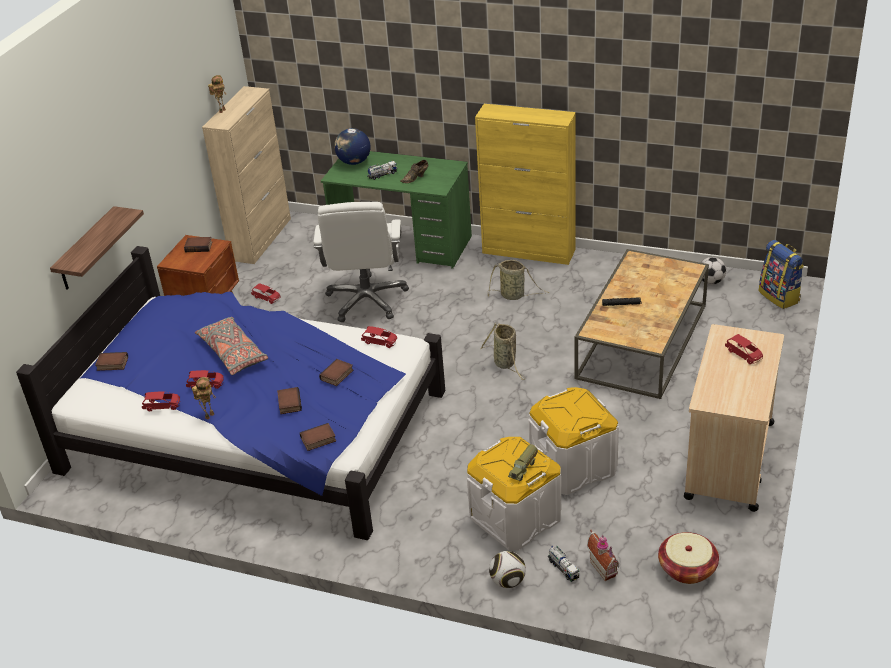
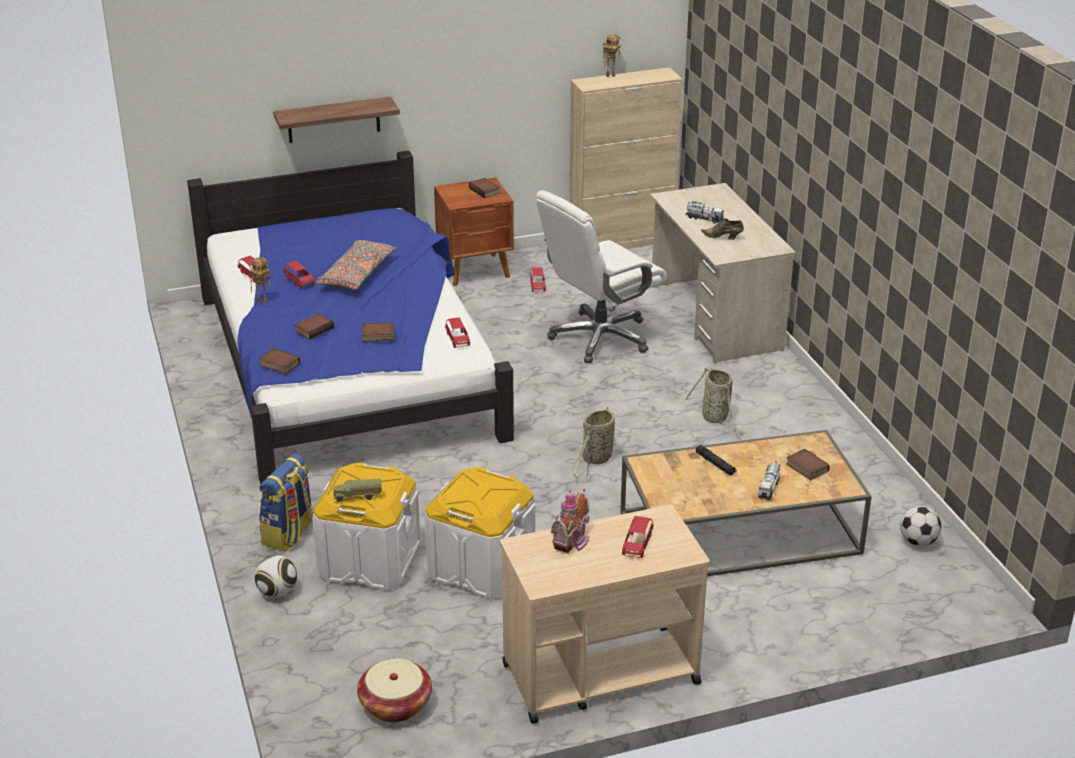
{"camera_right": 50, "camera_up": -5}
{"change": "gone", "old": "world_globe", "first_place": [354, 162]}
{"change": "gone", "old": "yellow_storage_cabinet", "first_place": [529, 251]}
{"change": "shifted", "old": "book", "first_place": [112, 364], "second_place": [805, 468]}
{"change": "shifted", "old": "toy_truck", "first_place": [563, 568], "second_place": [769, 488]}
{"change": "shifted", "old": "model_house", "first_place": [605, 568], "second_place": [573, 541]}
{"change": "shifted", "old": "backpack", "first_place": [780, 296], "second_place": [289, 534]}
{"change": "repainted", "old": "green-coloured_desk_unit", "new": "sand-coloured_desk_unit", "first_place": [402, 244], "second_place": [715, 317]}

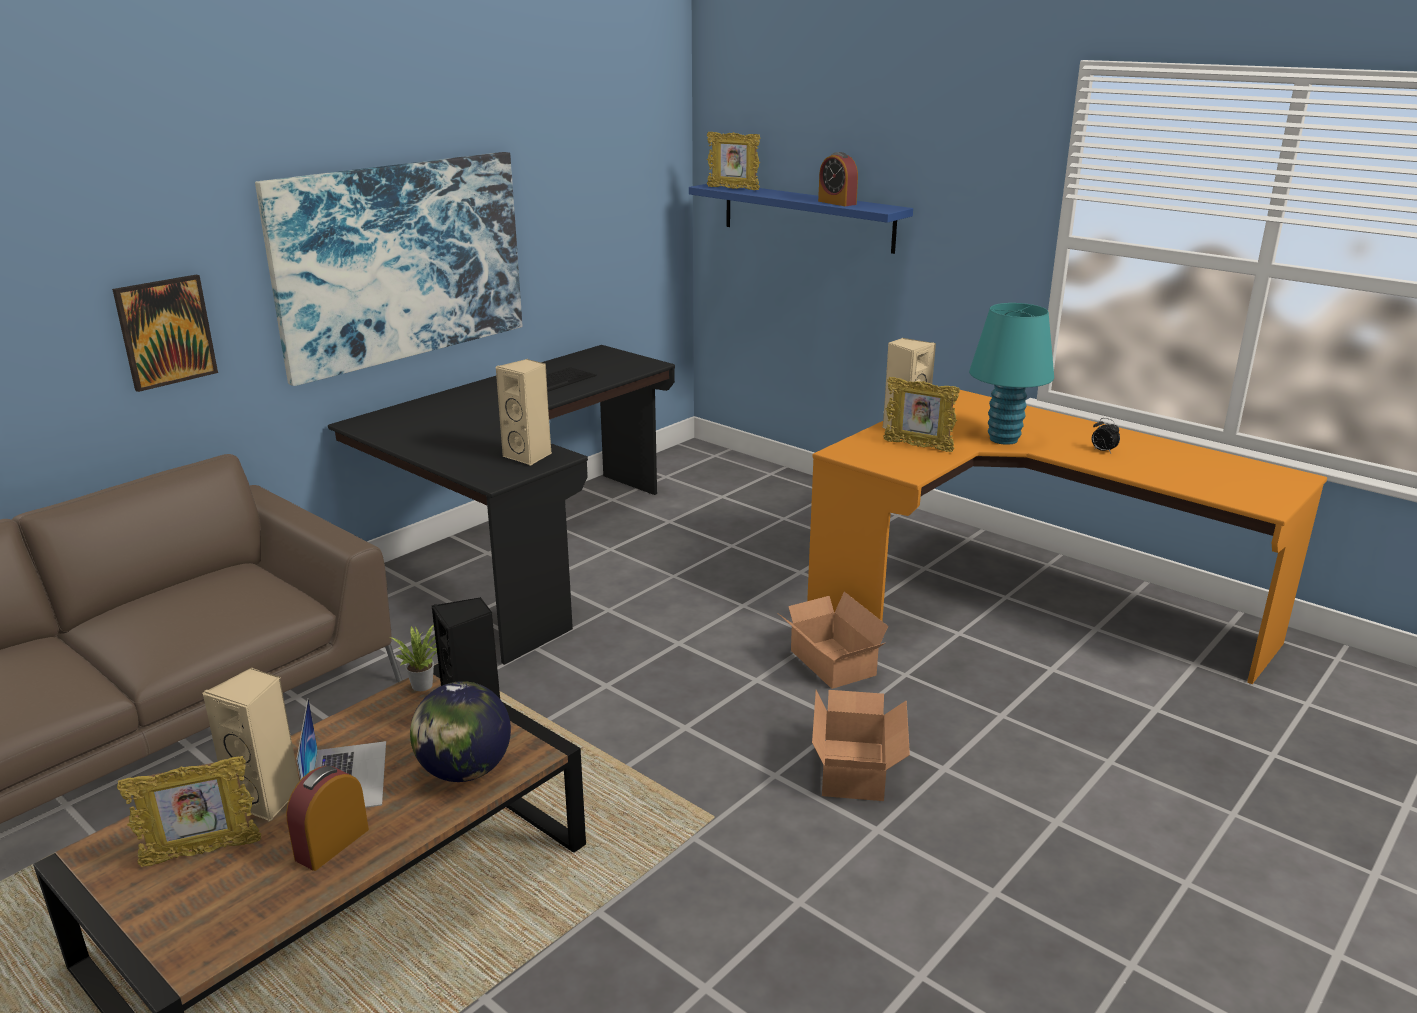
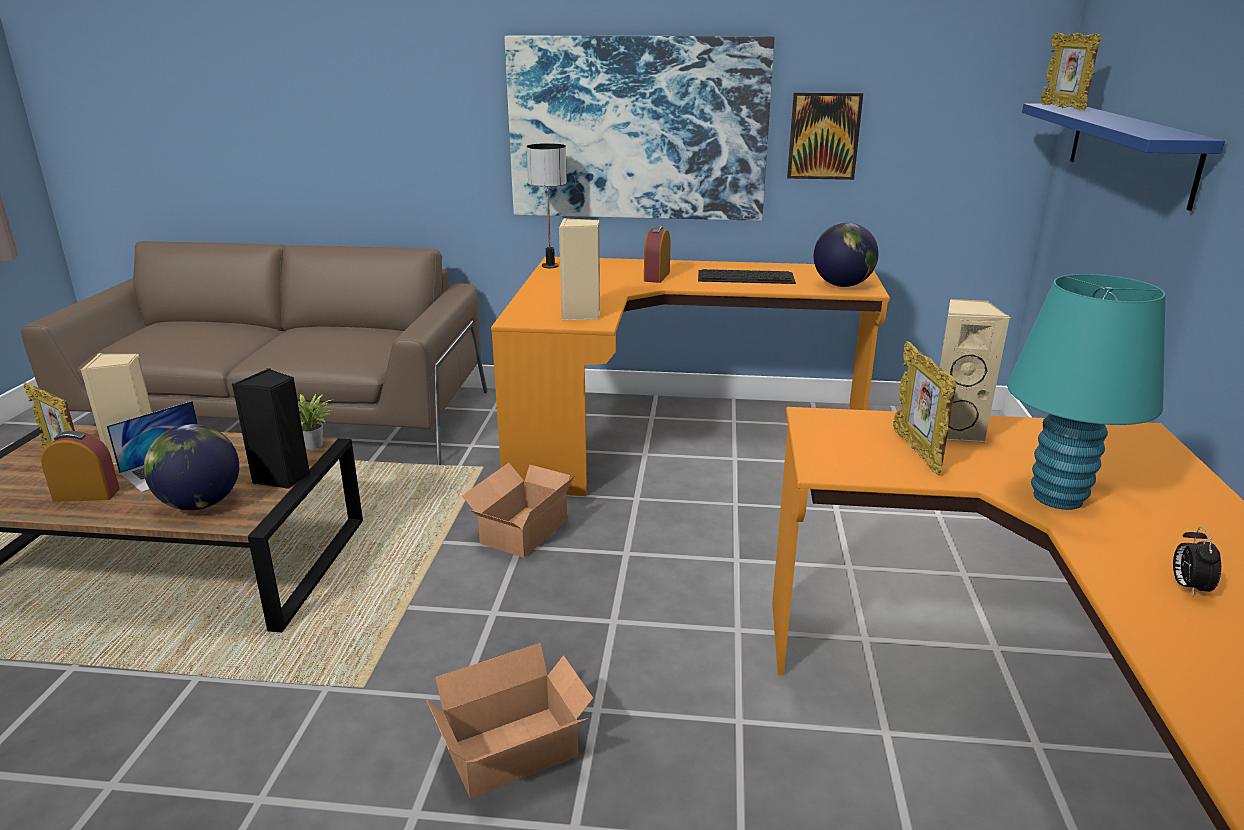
{"camera_right": 55, "camera_up": 0}
{"change": "new", "new": "table_lamp", "second_place": [550, 266]}
{"change": "new", "new": "world_globe", "second_place": [842, 285]}
{"change": "shifted", "old": "wall_picture", "first_place": [165, 332], "second_place": [824, 136]}
{"change": "shifted", "old": "carton", "first_place": [830, 665], "second_place": [520, 531]}
{"change": "shifted", "old": "table_clock", "first_place": [837, 203], "second_place": [657, 276]}
{"change": "repainted", "old": "black_desk_unit", "new": "orange-coloured_desk_unit", "first_place": [523, 554], "second_place": [670, 430]}

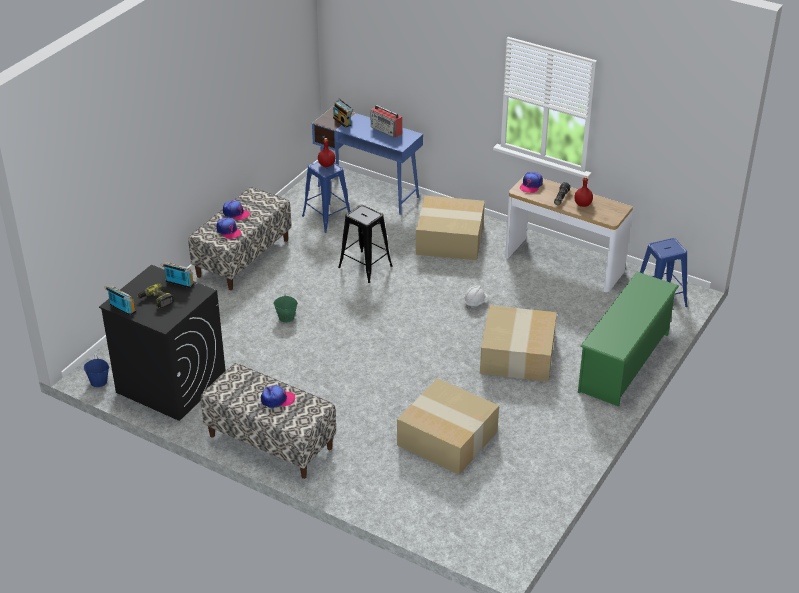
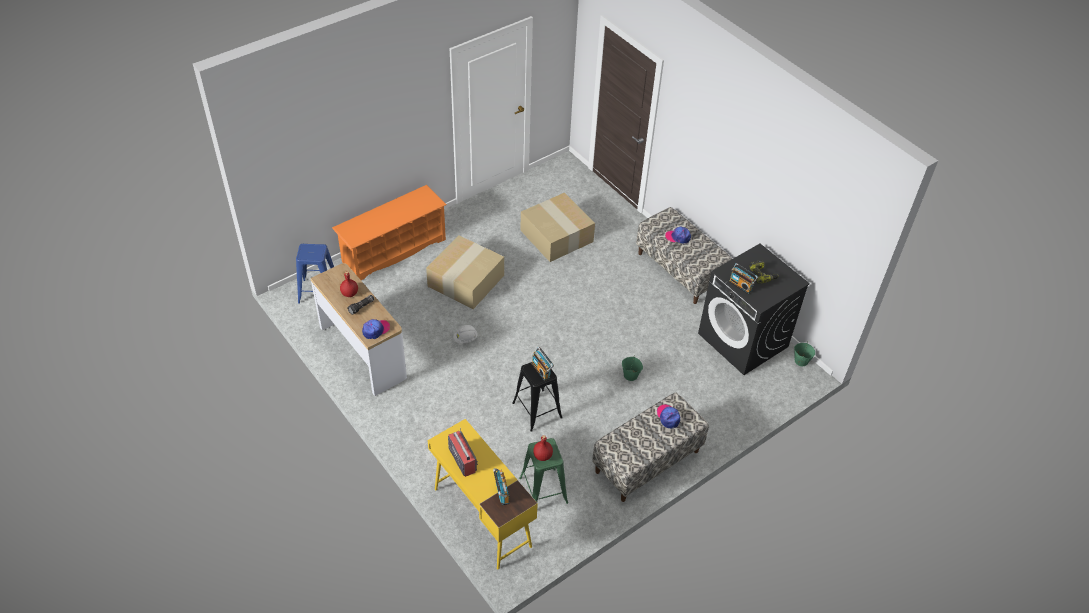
{"camera_right": -160, "camera_up": 10}
{"change": "gone", "old": "peaked_cap", "first_place": [235, 213]}
{"change": "gone", "old": "carton", "first_place": [451, 239]}
{"change": "shifted", "old": "radio", "first_place": [121, 309], "second_place": [542, 370]}
{"change": "repainted", "old": "blue-coloured_pail", "new": "green-coloured_pail", "first_place": [99, 382], "second_place": [801, 361]}
{"change": "repainted", "old": "blue-coloured_stool_seat", "new": "green-coloured_stool_seat", "first_place": [327, 218], "second_place": [543, 490]}
{"change": "repainted", "old": "blue-coloured_desk_unit", "new": "yellow_desk_unit", "first_place": [368, 191], "second_place": [482, 517]}
{"change": "repainted", "old": "green-coloured_shoe_stand", "new": "orange-coloured_shoe_stand", "first_place": [624, 362], "second_place": [393, 250]}

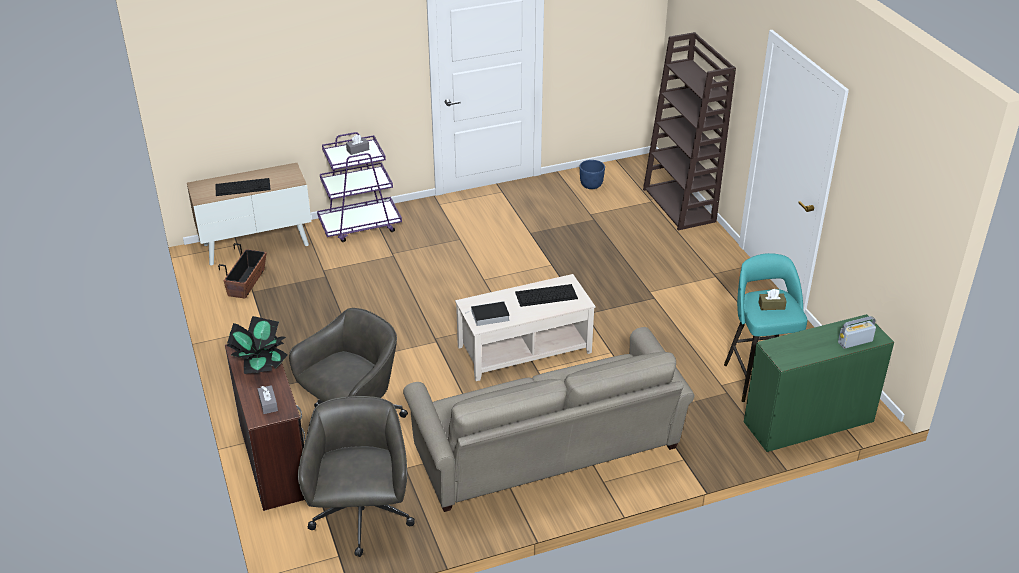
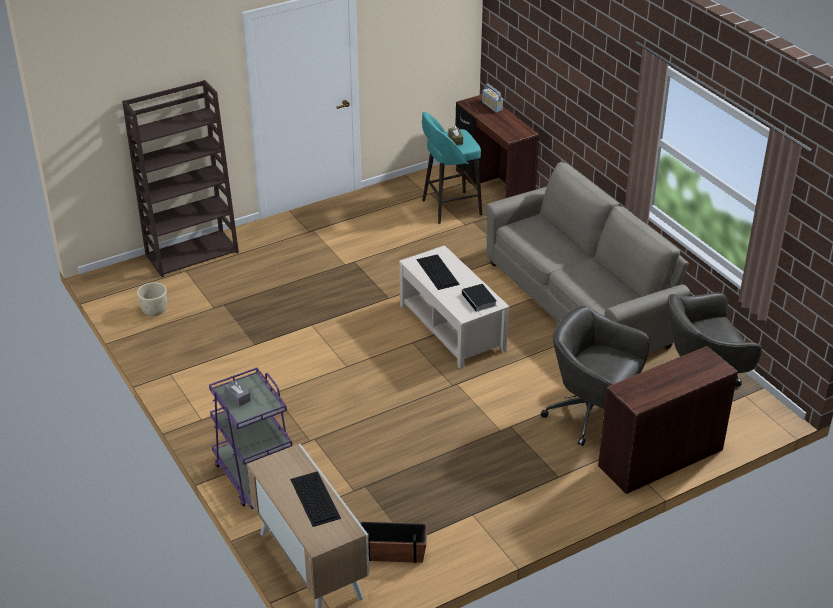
{"camera_right": -100, "camera_up": 0}
{"change": "gone", "old": "plant_in_a_pot", "first_place": [260, 364]}
{"change": "gone", "old": "grey_tissue_box", "first_place": [268, 404]}
{"change": "repainted", "old": "blue-coloured_plant_pot", "new": "sand-coloured_plant_pot", "first_place": [591, 185], "second_place": [154, 311]}
{"change": "repainted", "old": "green-coloured_desk_unit", "new": "brownish_desk_unit", "first_place": [807, 421], "second_place": [493, 188]}

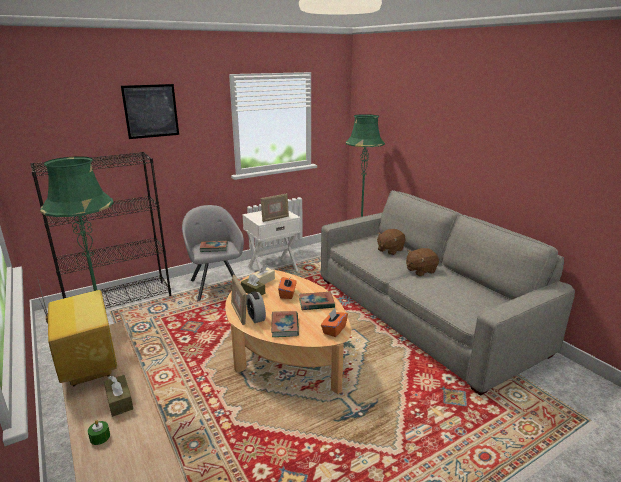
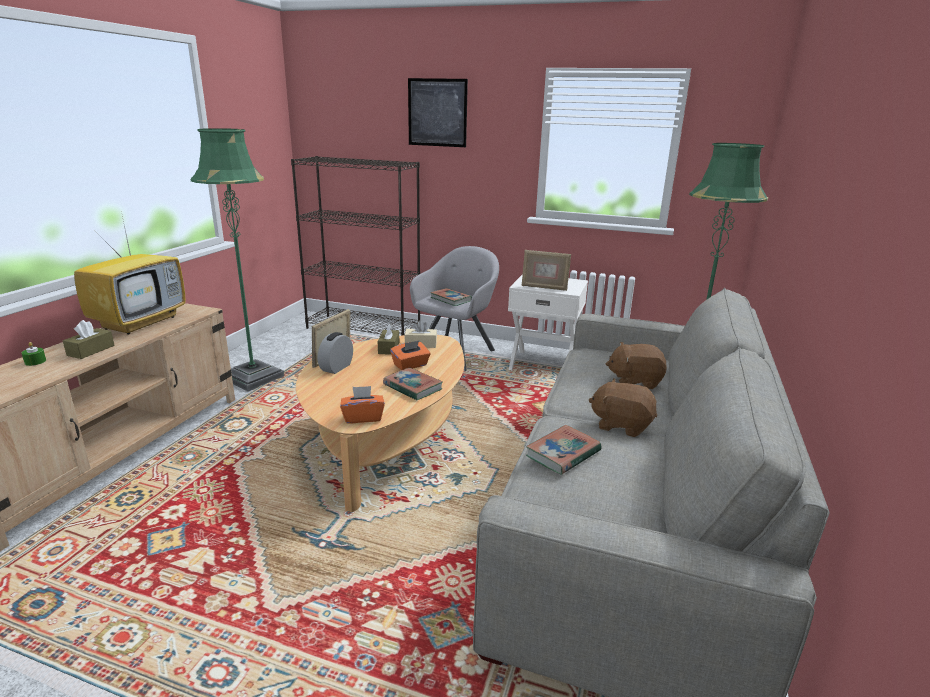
{"camera_right": 50, "camera_up": 0}
{"change": "shifted", "old": "book", "first_place": [285, 326], "second_place": [563, 453]}

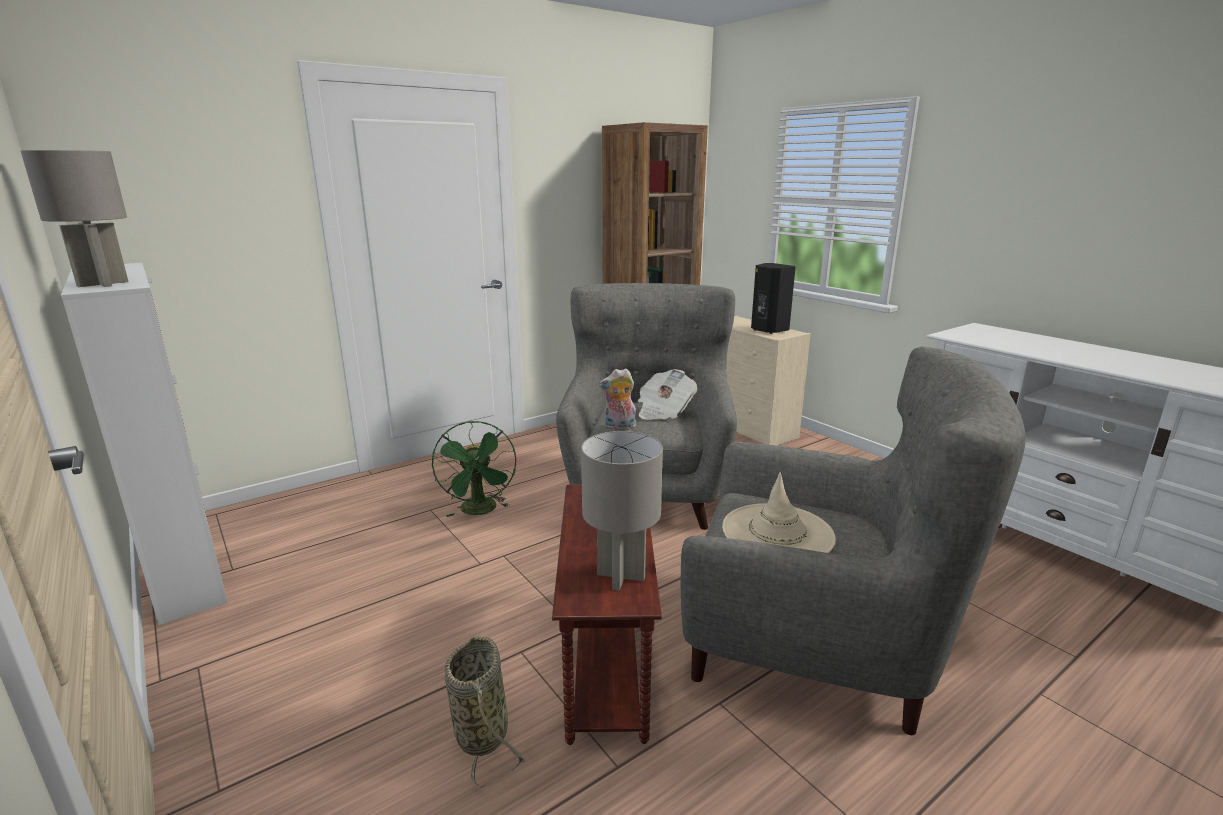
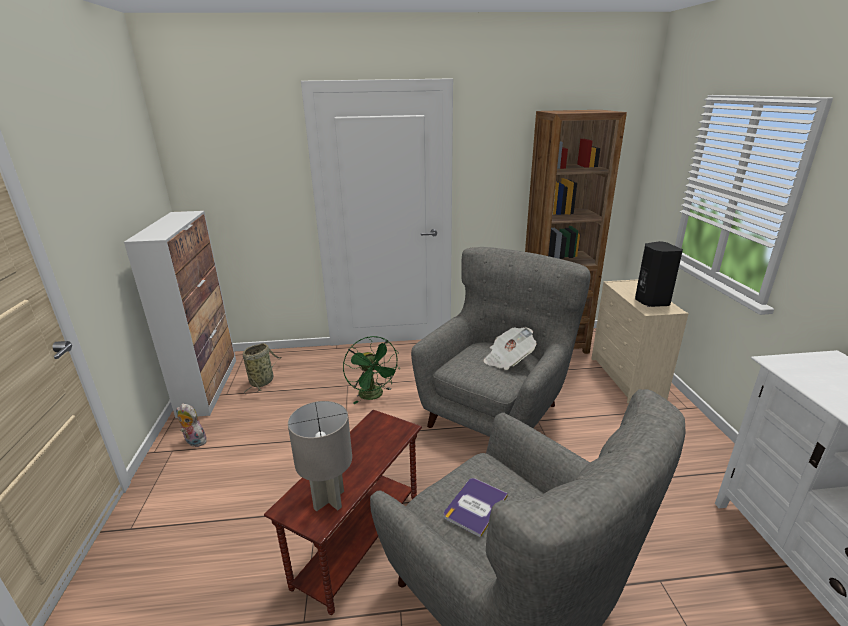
{"camera_right": 30, "camera_up": 5}
{"change": "gone", "old": "grey_table_lamp", "first_place": [102, 284]}
{"change": "shifted", "old": "basket", "first_place": [482, 731], "second_place": [263, 381]}
{"change": "shifted", "old": "plush_toy", "first_place": [619, 427], "second_place": [194, 442]}
{"change": "swapped", "old": "sand-coloured_wearable_hat", "new": "book", "first_place": [777, 533], "second_place": [475, 506]}
{"change": "rotated", "old": "green-coloured_electric_fan", "first_place": [480, 511], "second_place": [374, 396], "degrees": -45}

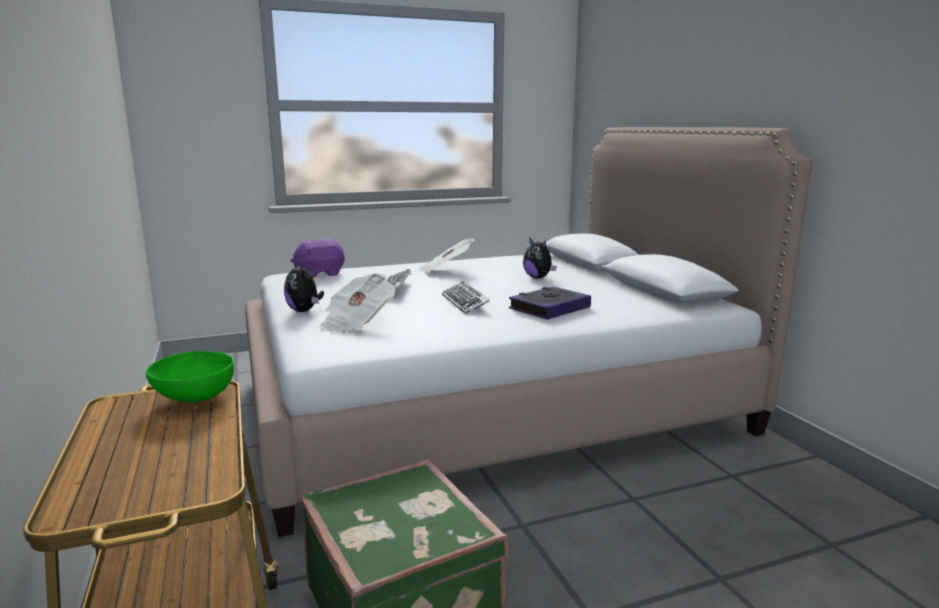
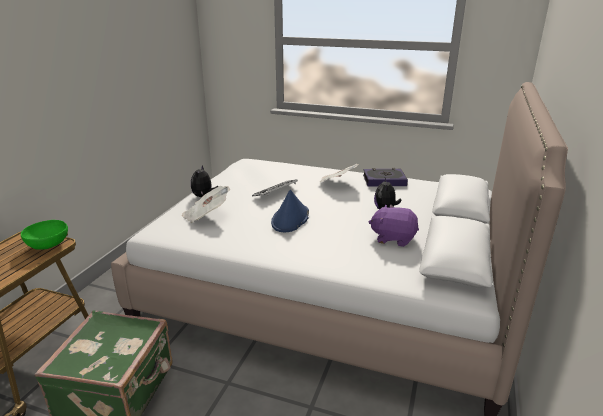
{"camera_right": 40, "camera_up": 10}
{"change": "shifted", "old": "purple-coloured_plush_toy", "first_place": [320, 274], "second_place": [393, 238]}
{"change": "shifted", "old": "book", "first_place": [549, 308], "second_place": [384, 180]}
{"change": "swapped", "old": "PC_keyboard", "new": "blue-coloured_wearable_hat", "first_place": [465, 302], "second_place": [290, 219]}

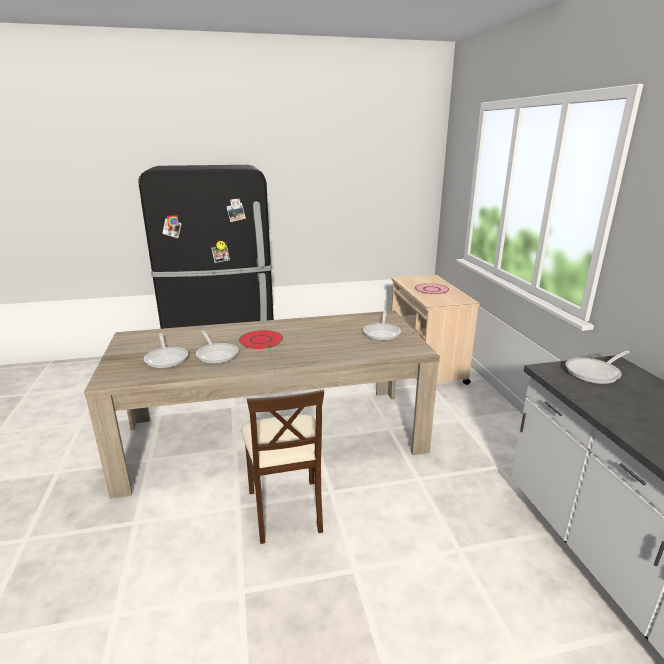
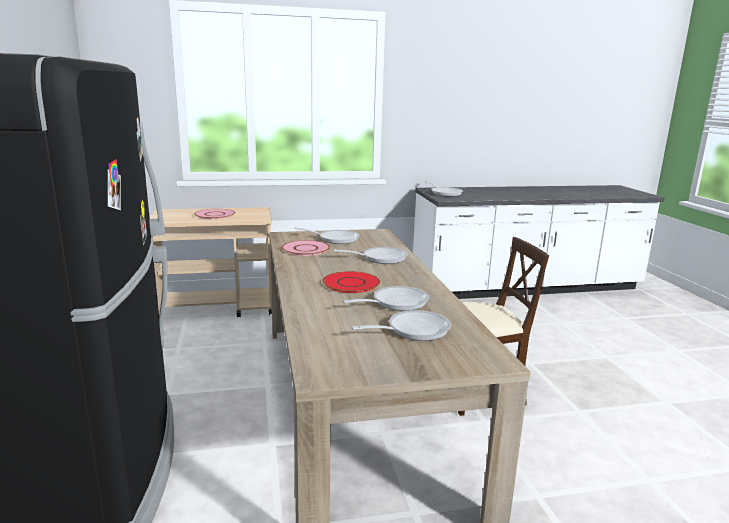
{"camera_right": -90, "camera_up": -5}
{"change": "new", "new": "pink_flat_dish", "second_place": [305, 249]}
{"change": "new", "new": "pan", "second_place": [380, 258]}

